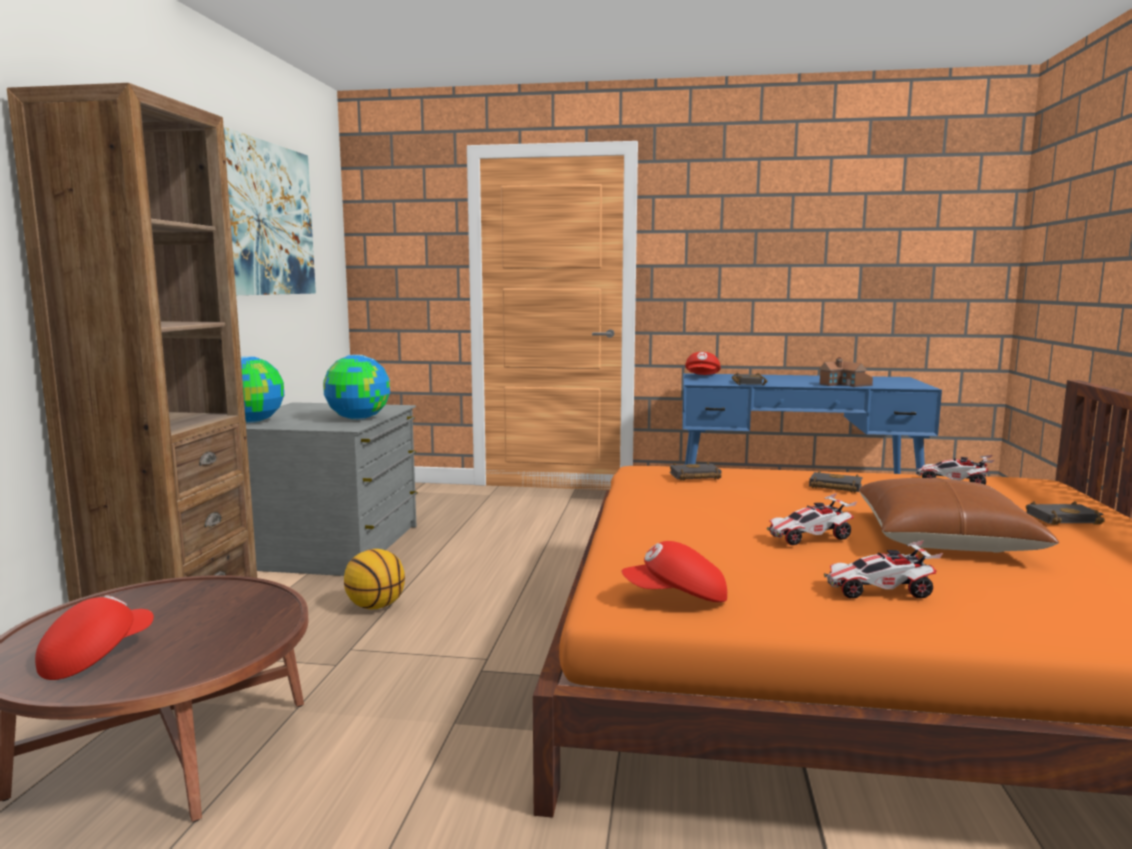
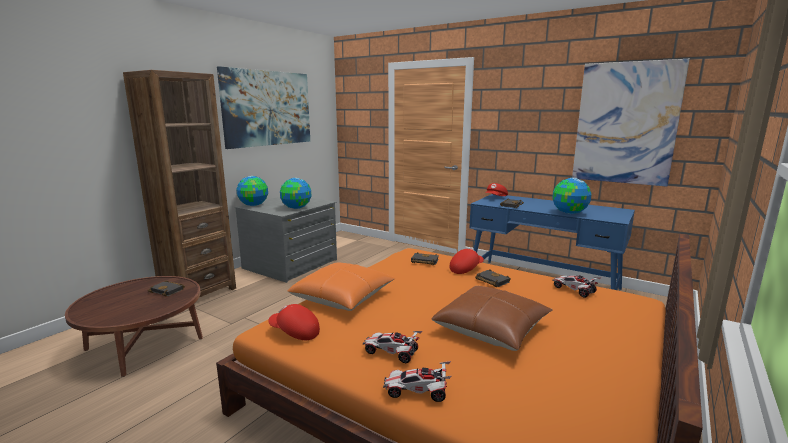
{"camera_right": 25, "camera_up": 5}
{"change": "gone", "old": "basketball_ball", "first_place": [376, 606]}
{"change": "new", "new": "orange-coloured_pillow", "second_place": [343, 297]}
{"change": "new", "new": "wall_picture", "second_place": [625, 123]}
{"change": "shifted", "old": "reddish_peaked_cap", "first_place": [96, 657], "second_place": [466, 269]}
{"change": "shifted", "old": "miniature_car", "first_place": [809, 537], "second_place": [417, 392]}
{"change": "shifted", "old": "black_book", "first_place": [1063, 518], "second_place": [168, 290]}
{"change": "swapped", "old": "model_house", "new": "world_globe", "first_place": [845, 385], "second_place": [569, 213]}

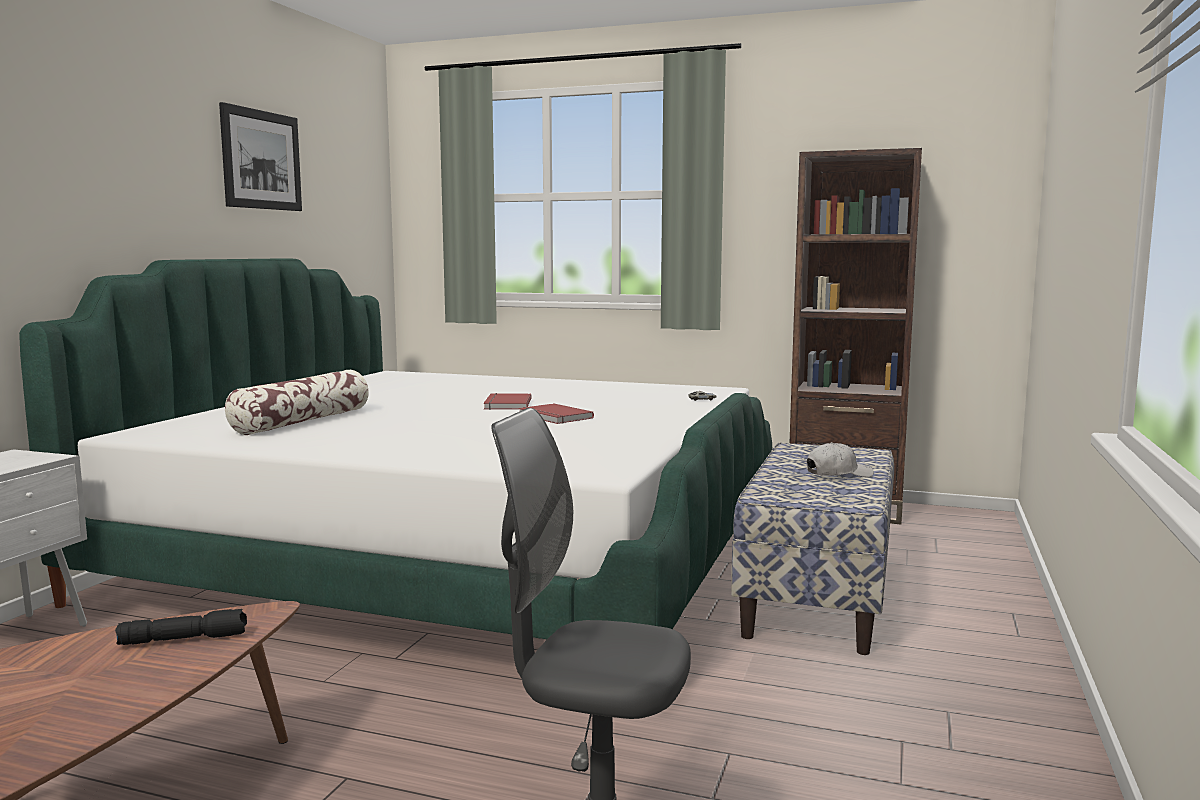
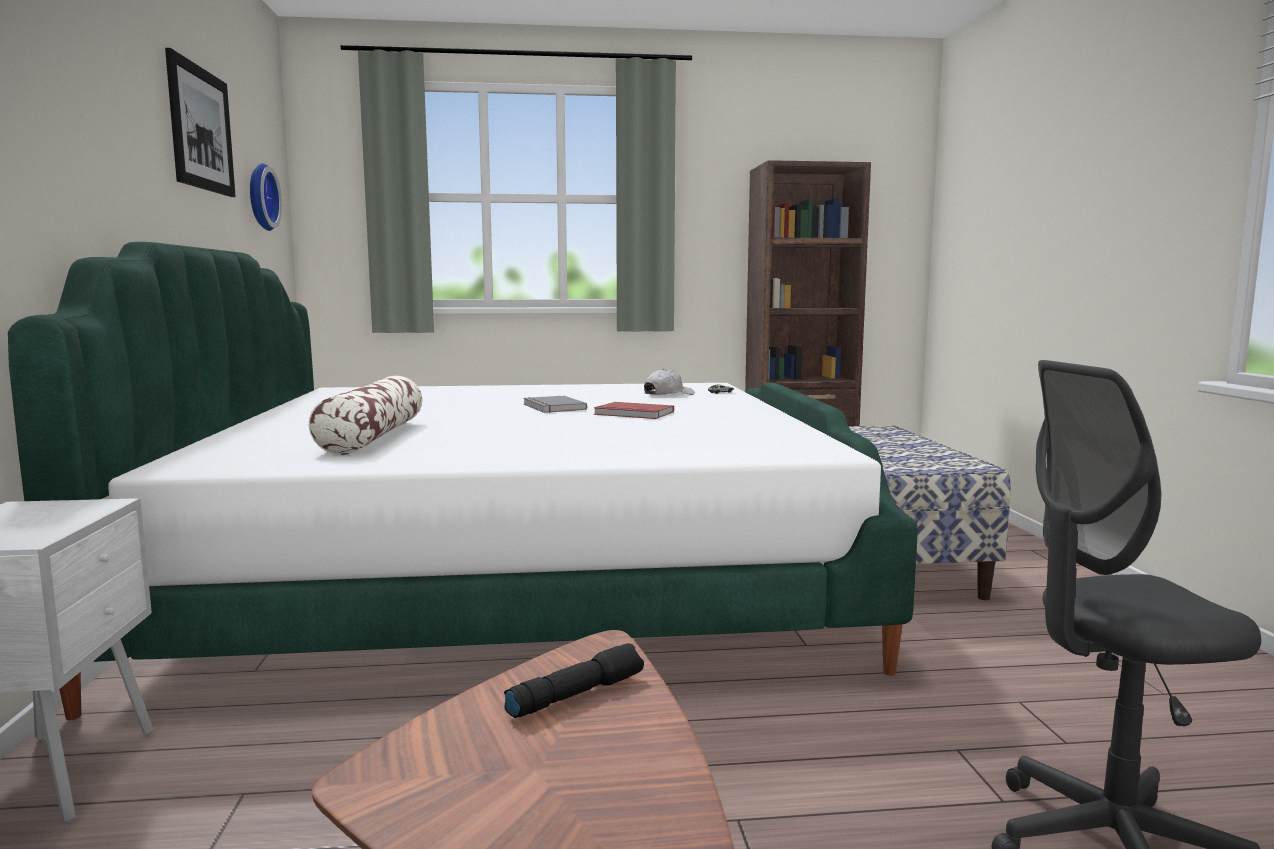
{"camera_right": -25, "camera_up": 0}
{"change": "new", "new": "wall_clock", "second_place": [259, 197]}
{"change": "shifted", "old": "white-coloured_peaked_cap", "first_place": [838, 474], "second_place": [668, 394]}
{"change": "repainted", "old": "reddish_book", "new": "grey_book", "first_place": [506, 404], "second_place": [552, 407]}

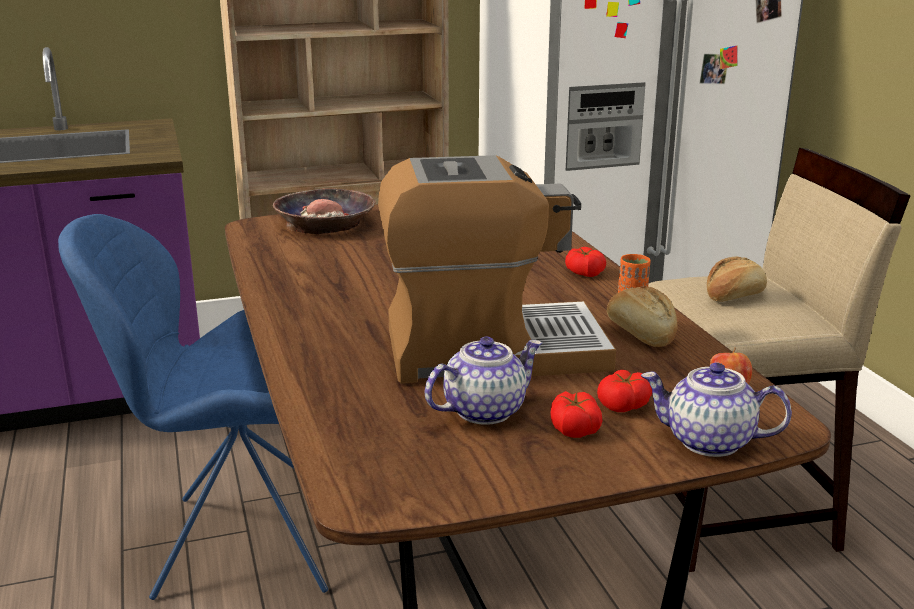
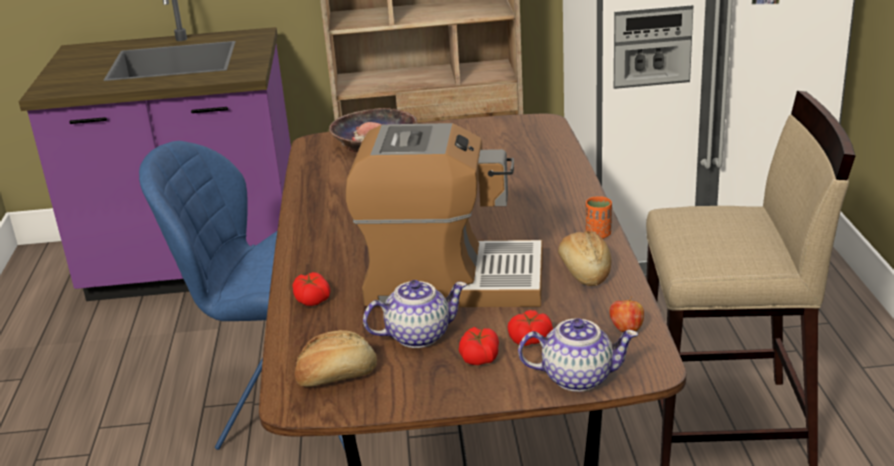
{"camera_right": 15, "camera_up": 5}
{"change": "shifted", "old": "tomato", "first_place": [584, 273], "second_place": [312, 299]}
{"change": "shifted", "old": "baked_bread", "first_place": [733, 296], "second_place": [336, 375]}
{"change": "rotated", "old": "tea_pot", "first_place": [708, 441], "second_place": [578, 377], "degrees": 150}

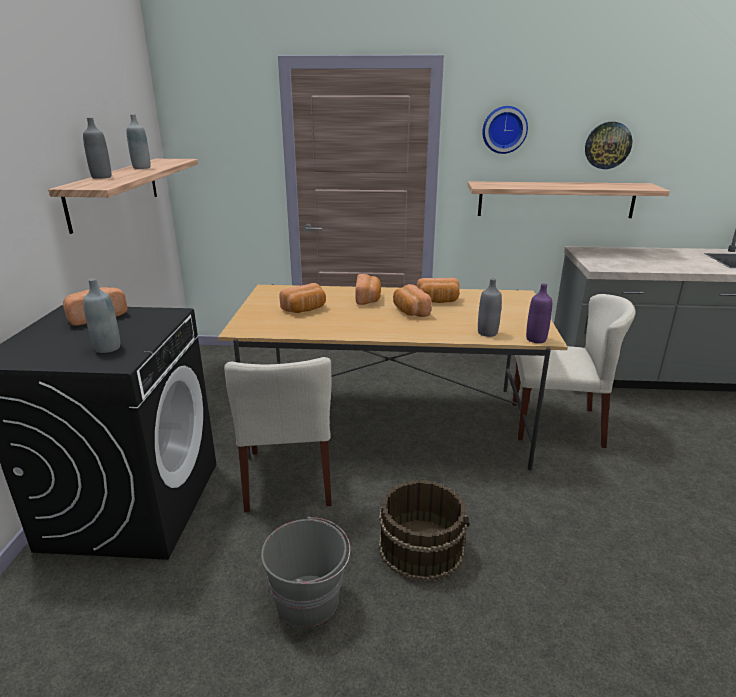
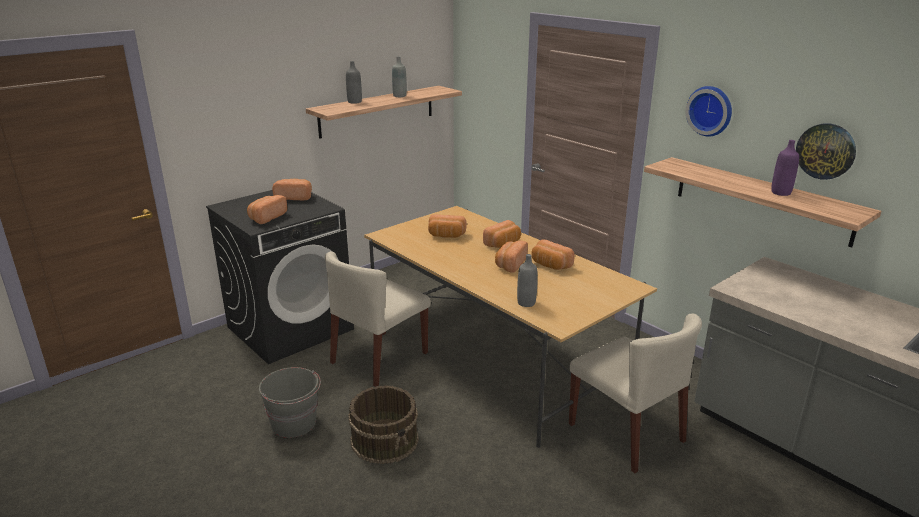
{"camera_right": 45, "camera_up": 0}
{"change": "shifted", "old": "purple-coloured_drink_bottle", "first_place": [536, 339], "second_place": [781, 193]}
{"change": "swapped", "old": "grey_drink_bottle", "new": "baked_bread", "first_place": [107, 348], "second_place": [266, 217]}

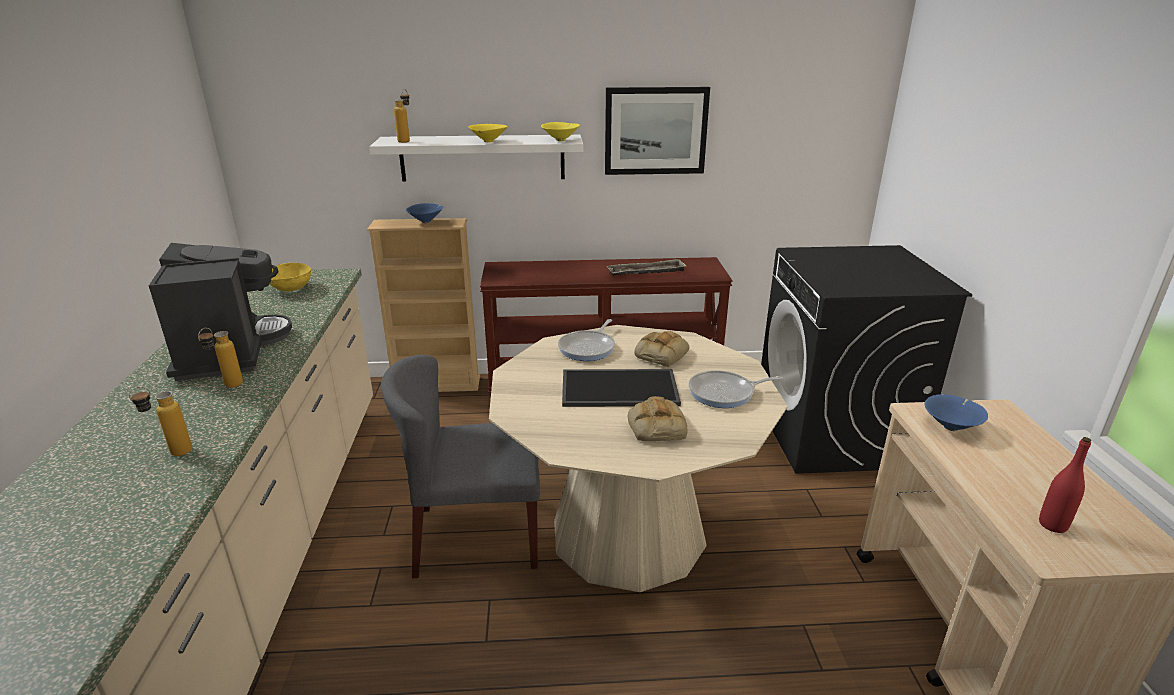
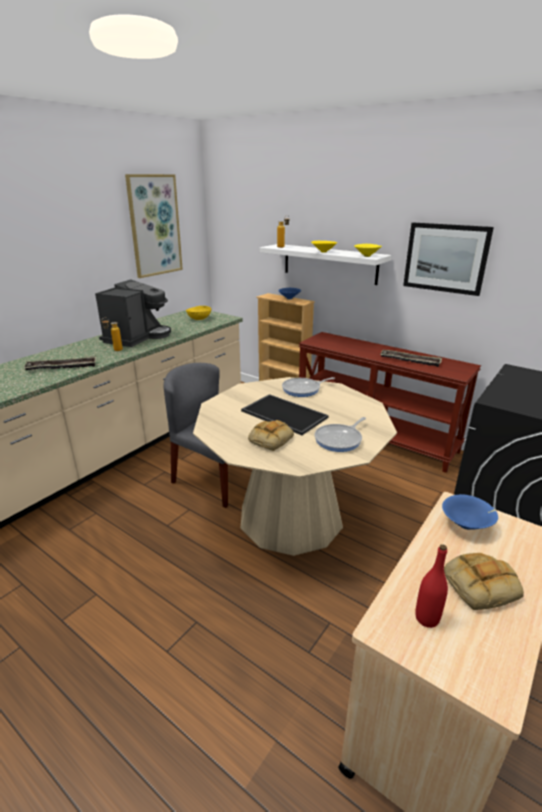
{"camera_right": 40, "camera_up": 0}
{"change": "new", "new": "wall_picture", "second_place": [154, 226]}
{"change": "shifted", "old": "baked_bread", "first_place": [661, 354], "second_place": [480, 584]}
{"change": "swapped", "old": "drink_bottle", "new": "carrying_tray", "first_place": [172, 454], "second_place": [62, 367]}
{"change": "rotated", "old": "pan", "first_place": [724, 393], "second_place": [340, 440], "degrees": -75}

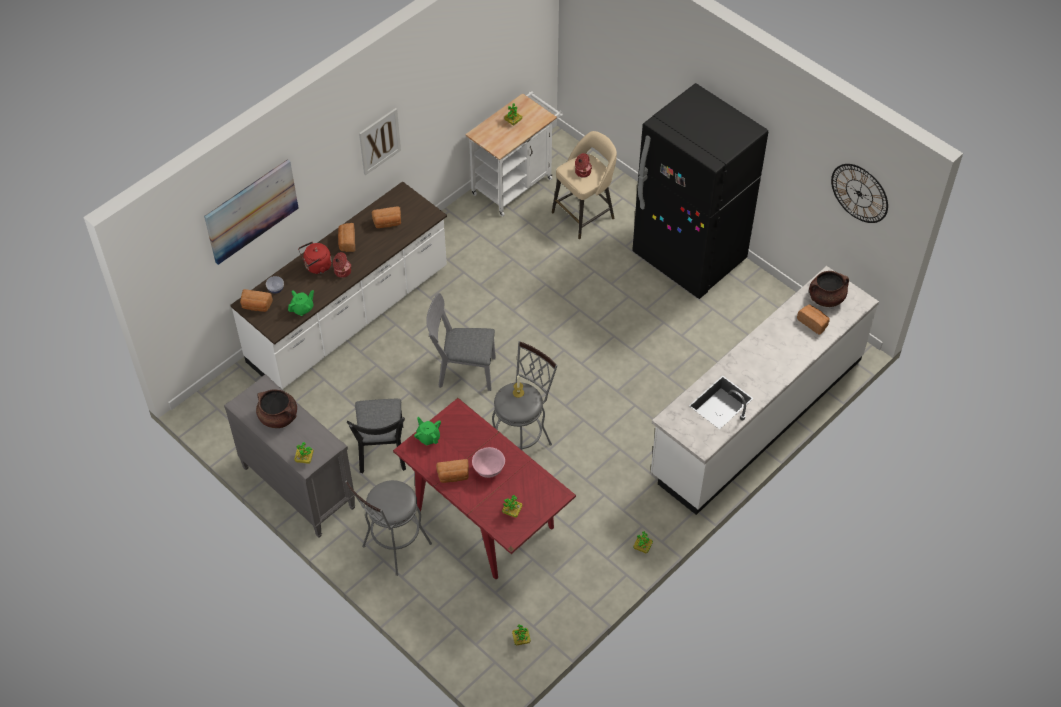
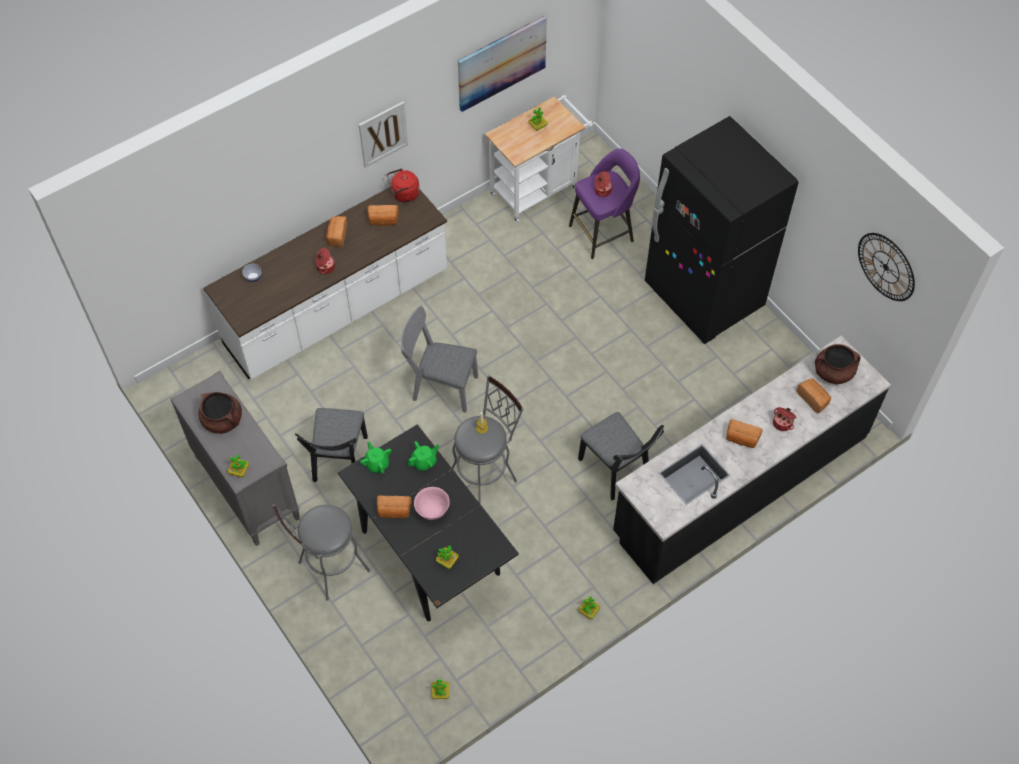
{"camera_right": 10, "camera_up": 5}
{"change": "new", "new": "black_plain_chair", "second_place": [616, 471]}
{"change": "new", "new": "saucepot", "second_place": [782, 423]}
{"change": "shifted", "old": "wall_picture", "first_place": [251, 211], "second_place": [501, 63]}
{"change": "shifted", "old": "baked_bread", "first_place": [256, 306], "second_place": [741, 439]}
{"change": "shifted", "old": "green-coloured_tea_pot", "first_place": [302, 308], "second_place": [424, 462]}
{"change": "shifted", "old": "reddish_water_kettle", "first_place": [316, 267], "second_place": [404, 195]}
{"change": "repainted", "old": "reddish_dinner_table", "new": "black_dinner_table", "first_place": [485, 519], "second_place": [431, 553]}
{"change": "repainted", "old": "sand-coloured_stool_seat", "new": "purple-coloured_stool_seat", "first_place": [584, 214], "second_place": [603, 233]}
{"change": "repainted", "old": "white-coloured_kitchen_base_unit", "new": "black_kitchen_base_unit", "first_place": [757, 416], "second_place": [740, 484]}

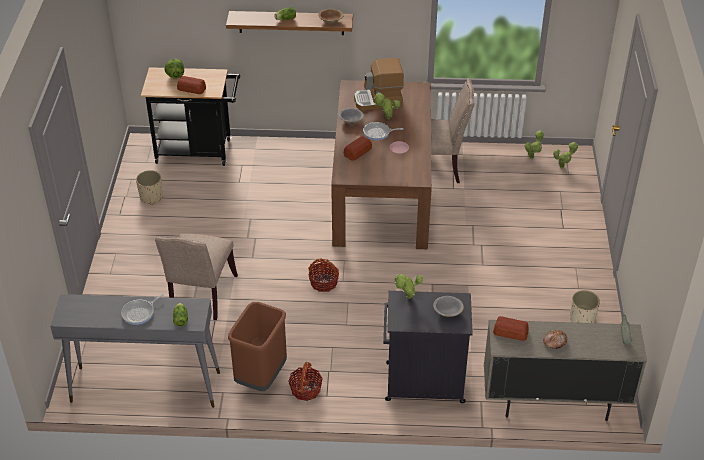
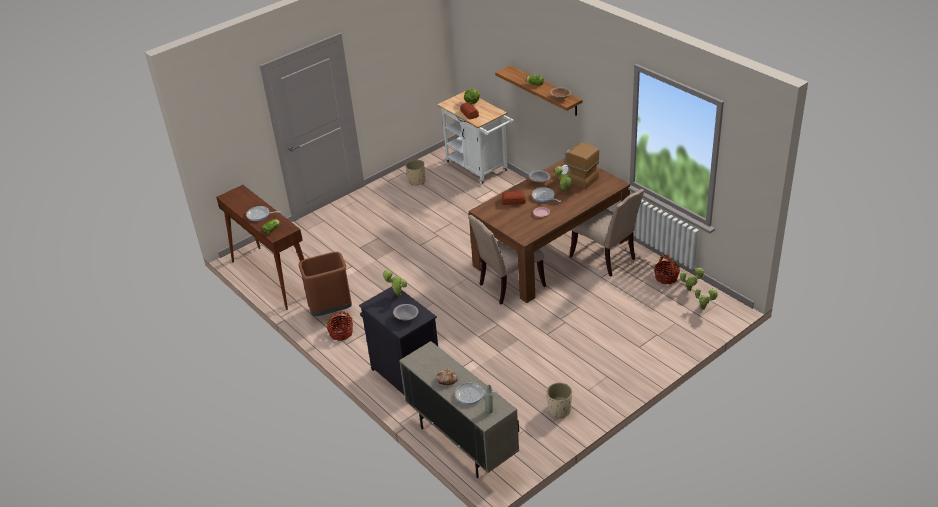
{"camera_right": 50, "camera_up": -5}
{"change": "gone", "old": "baked_bread", "first_place": [511, 332]}
{"change": "new", "new": "pan", "second_place": [471, 395]}
{"change": "shifted", "old": "sand-coloured_plain_chair", "first_place": [201, 296], "second_place": [509, 285]}
{"change": "shifted", "old": "basket", "first_place": [324, 283], "second_place": [666, 277]}
{"change": "repainted", "old": "grey_narrow_table", "new": "brownish_narrow_table", "first_place": [145, 387], "second_place": [272, 277]}
{"change": "repainted", "old": "black_cart", "new": "white-coloured_cart", "first_place": [198, 151], "second_place": [479, 169]}

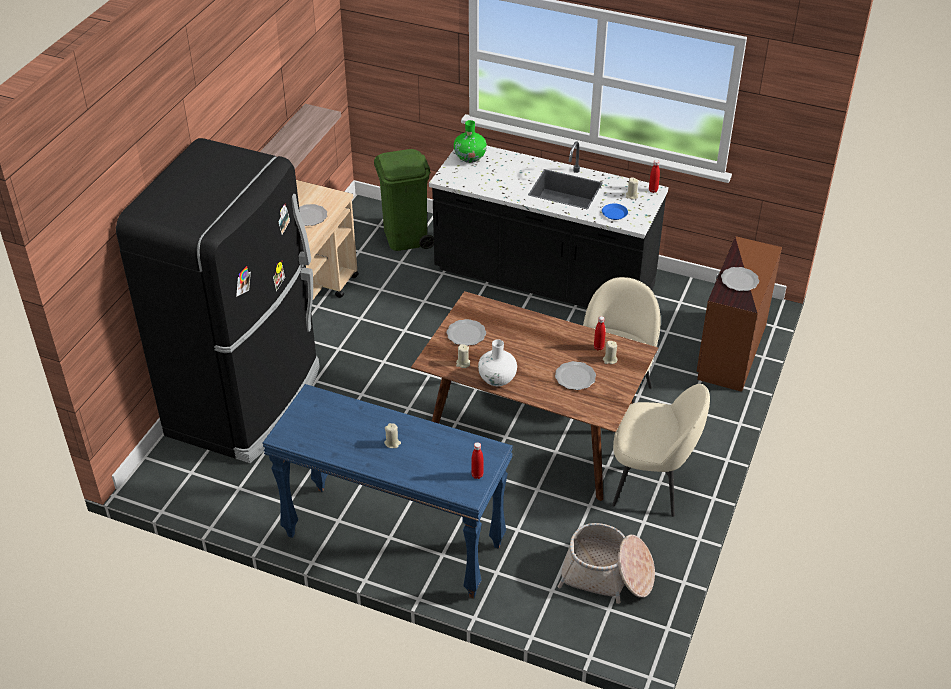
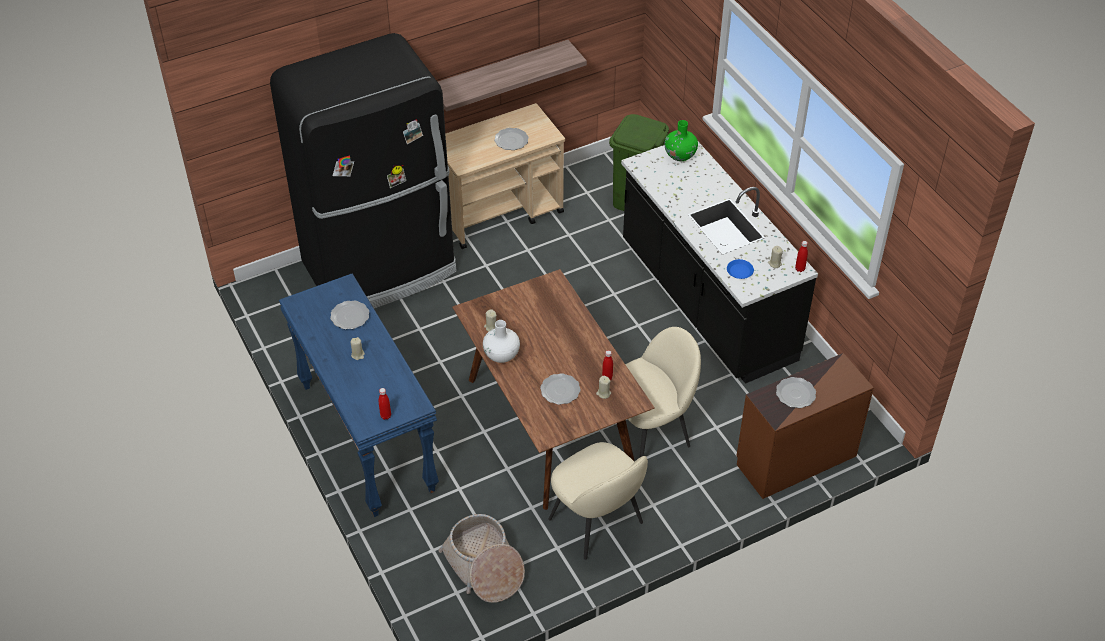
{"camera_right": 40, "camera_up": 5}
{"change": "shifted", "old": "flat_dish", "first_place": [467, 334], "second_place": [350, 316]}

